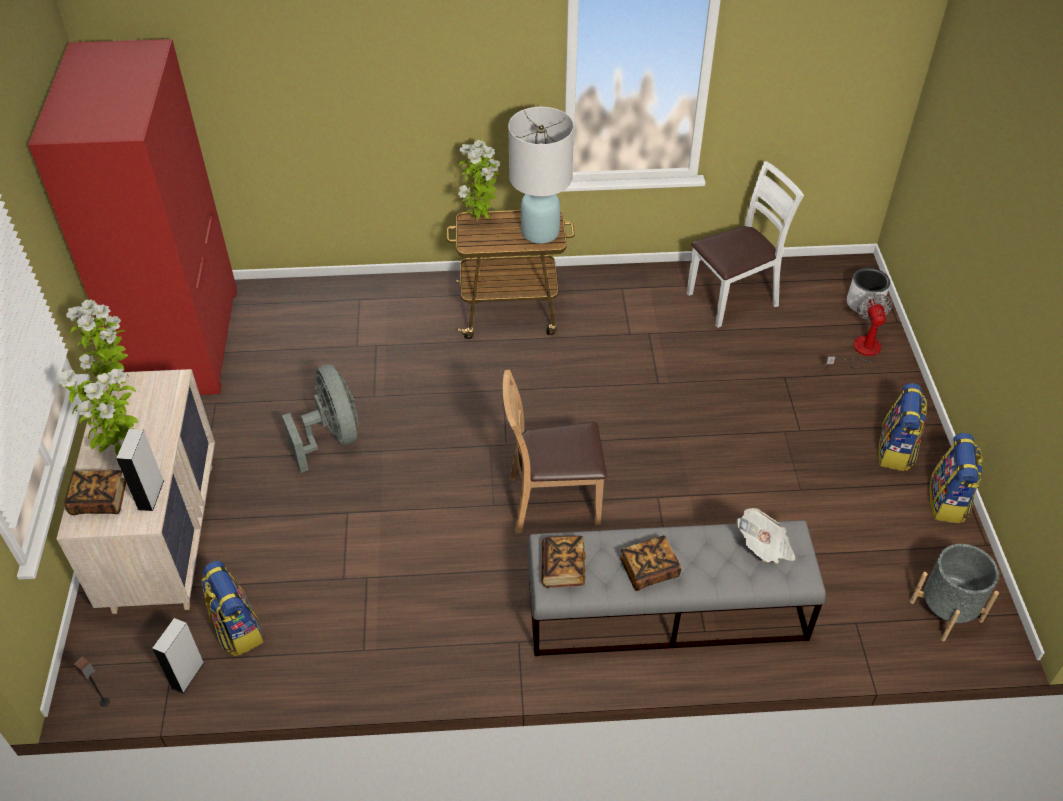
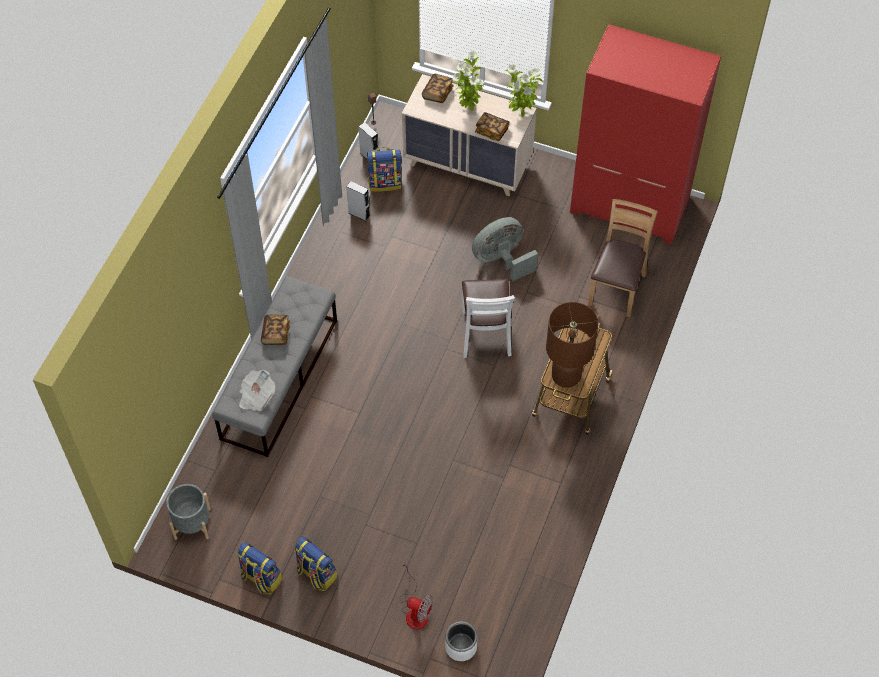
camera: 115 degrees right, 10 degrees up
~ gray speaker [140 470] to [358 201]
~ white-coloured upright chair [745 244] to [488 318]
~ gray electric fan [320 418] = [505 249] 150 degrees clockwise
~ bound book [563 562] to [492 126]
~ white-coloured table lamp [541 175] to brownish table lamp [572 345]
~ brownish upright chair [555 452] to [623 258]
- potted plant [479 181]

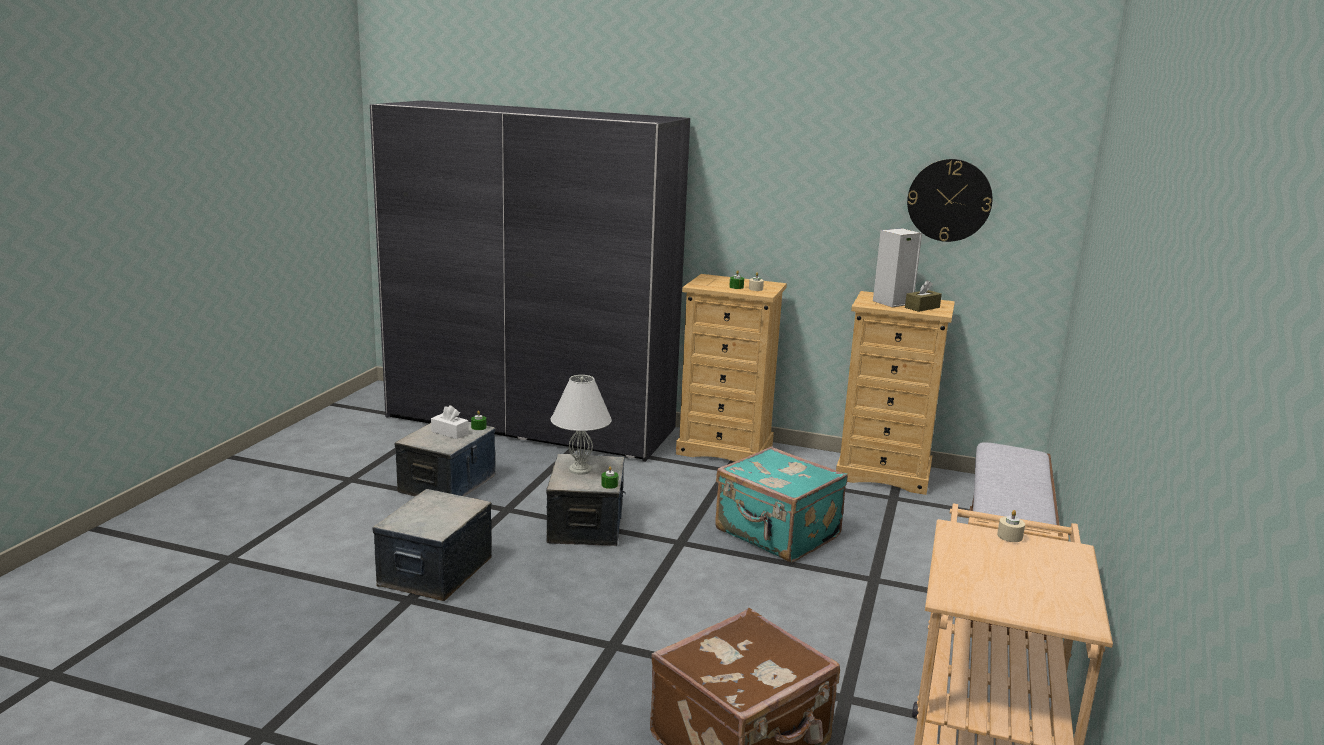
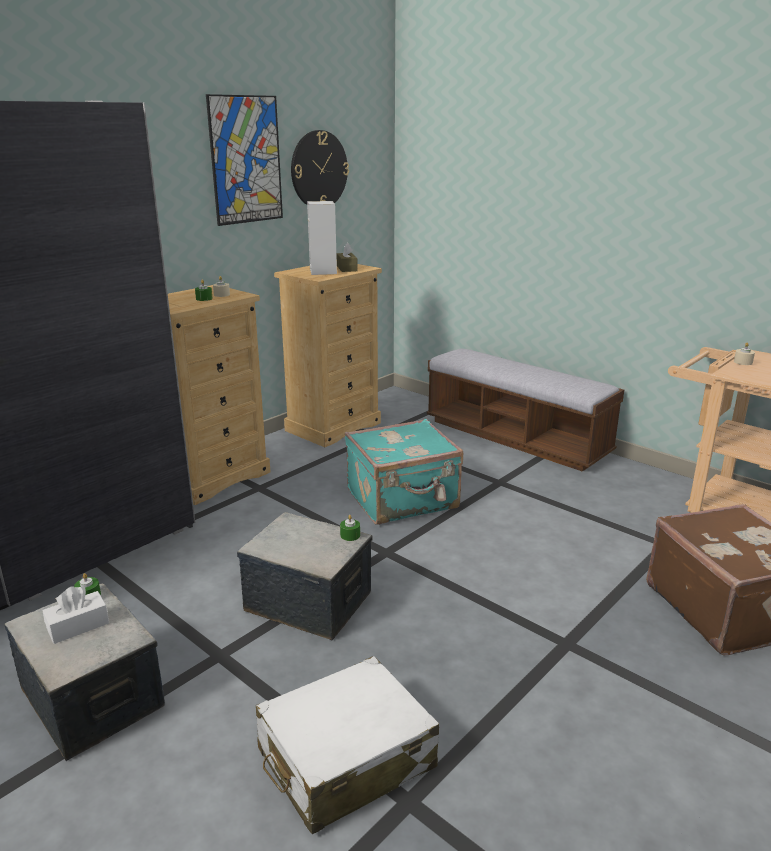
camera: 65 degrees left, 5 degrees up
+ picture [244 160]
~ storage container [432 545] to white-coloured suitcase [347 745]
- white-coloured table lamp [581 425]

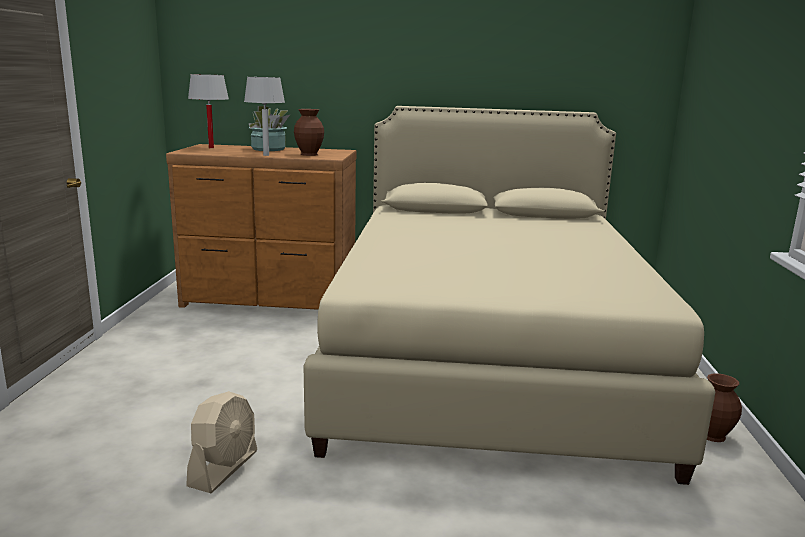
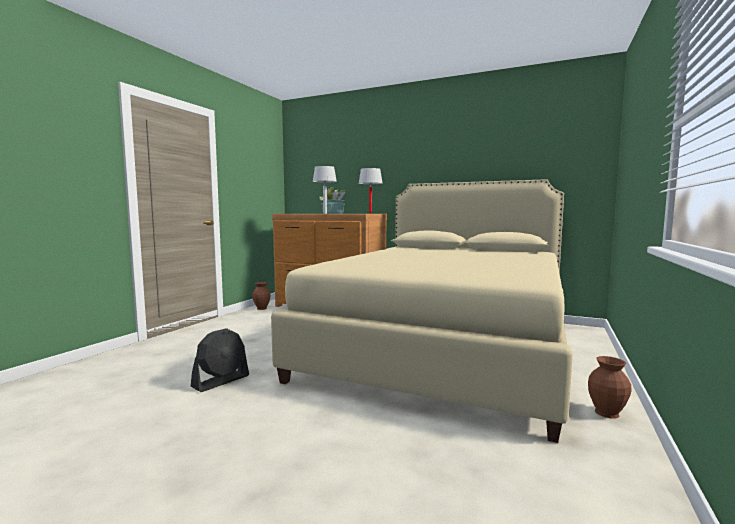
camera: 20 degrees right, 10 degrees down
~ sand-coloured electric fan [221 442] to blackish electric fan [220 360]
~ brownish flower vase [309 132] to [261 296]
~ white-coloured table lamp [208 111] to [371 191]

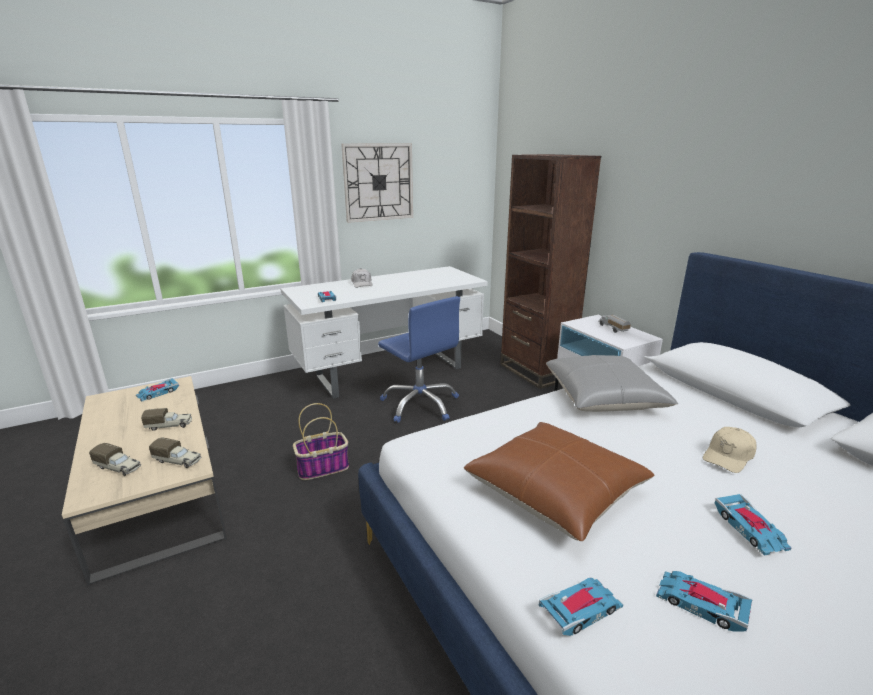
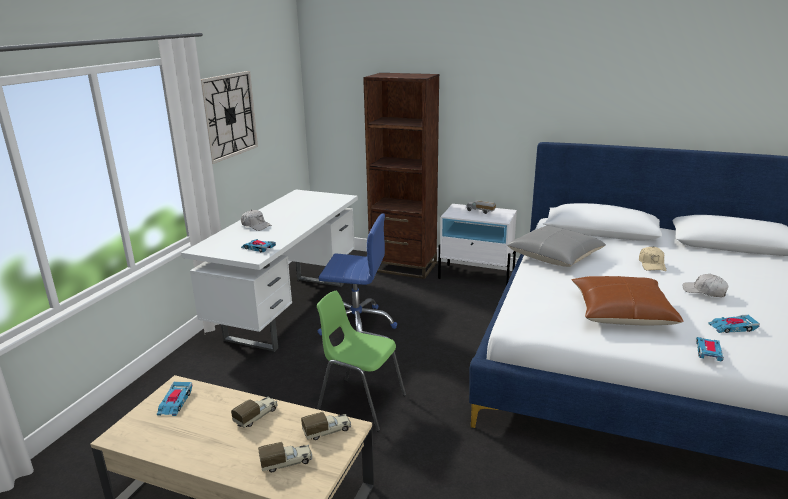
camera: 40 degrees left, 0 degrees up
~ household basket [321 441] to green-coloured upright chair [361 361]
~ model car [753 525] to white-coloured cap [705 285]

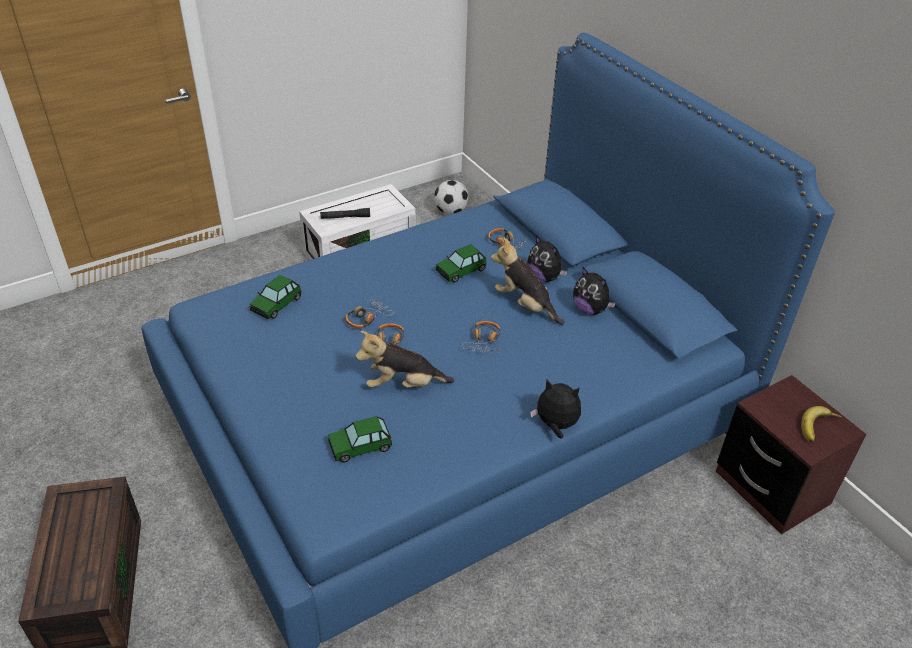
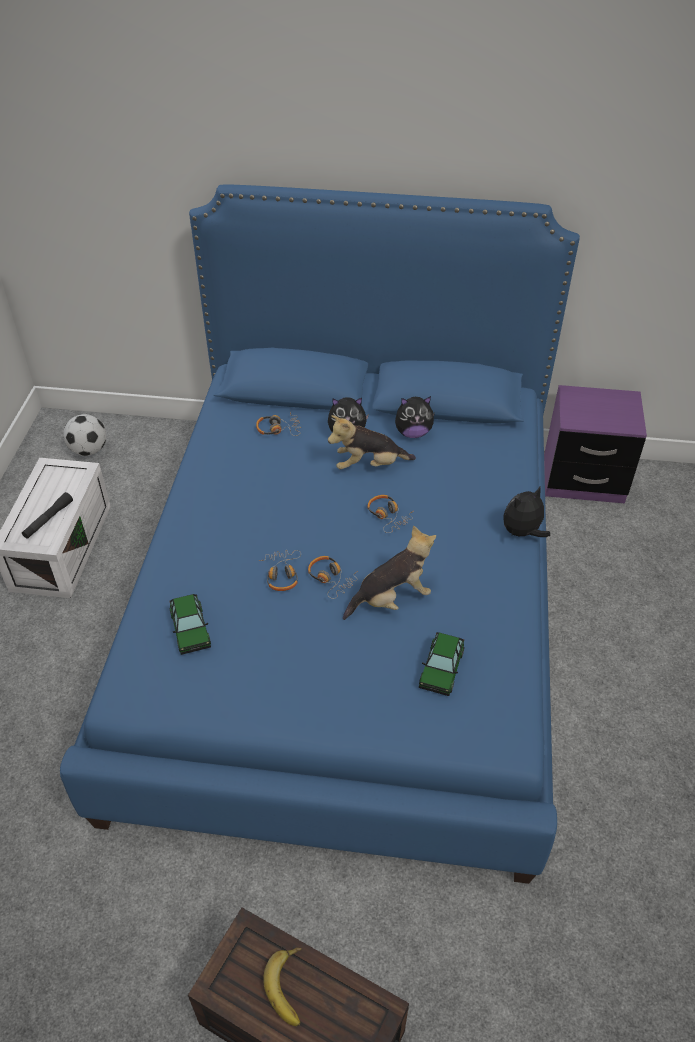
camera: 50 degrees left, 5 degrees up
~ banana fruit [821 424] to [282 987]
~ plush toy [404 359] = [389 572] 150 degrees counterclockwise
~ brownish nightstand [791 454] to purple-coloured nightstand [595 444]
- model car [461 263]

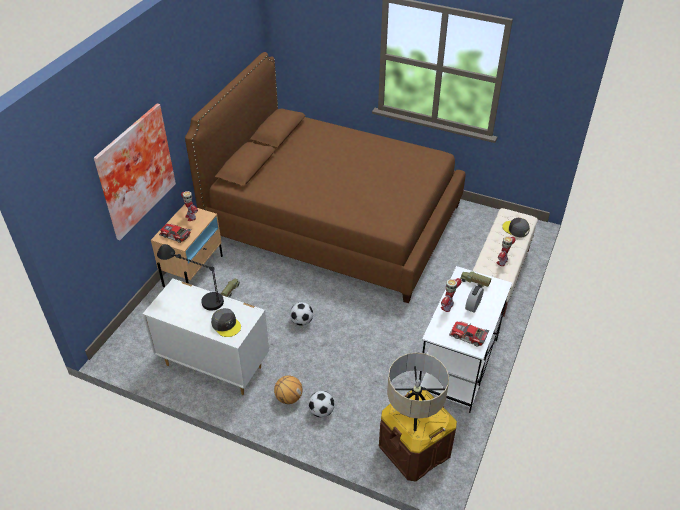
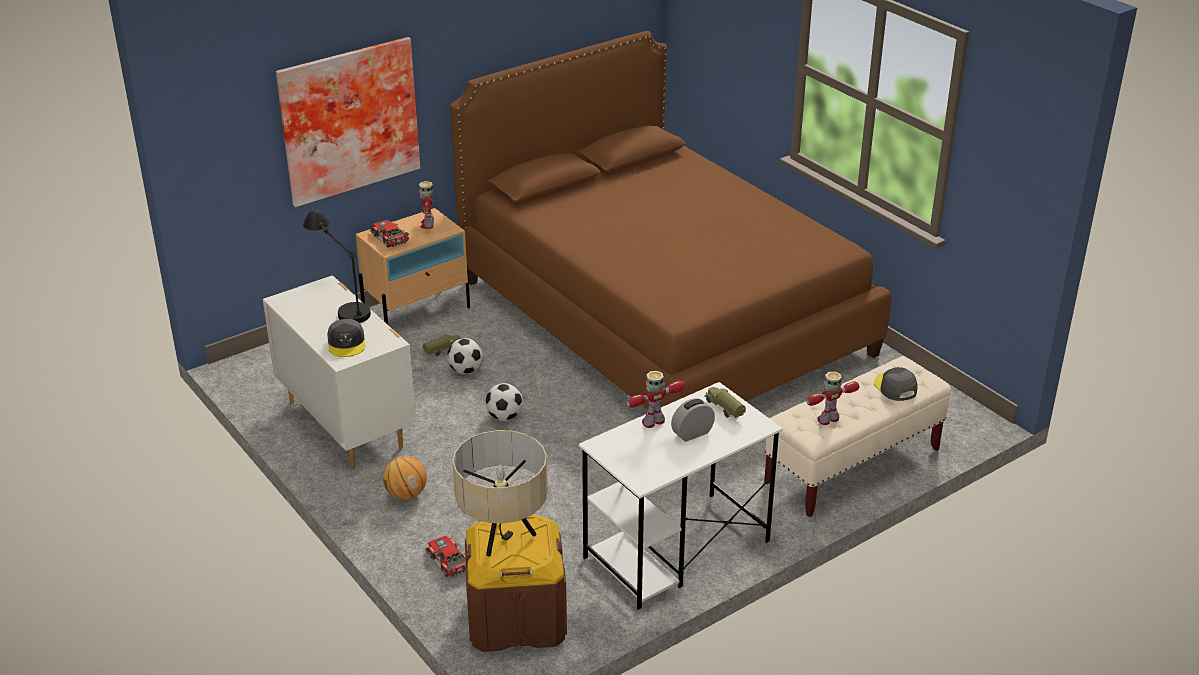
camera: 30 degrees right, 10 degrees down
~ model car [469 333] to [445 556]
~ football [321 404] to [465 356]

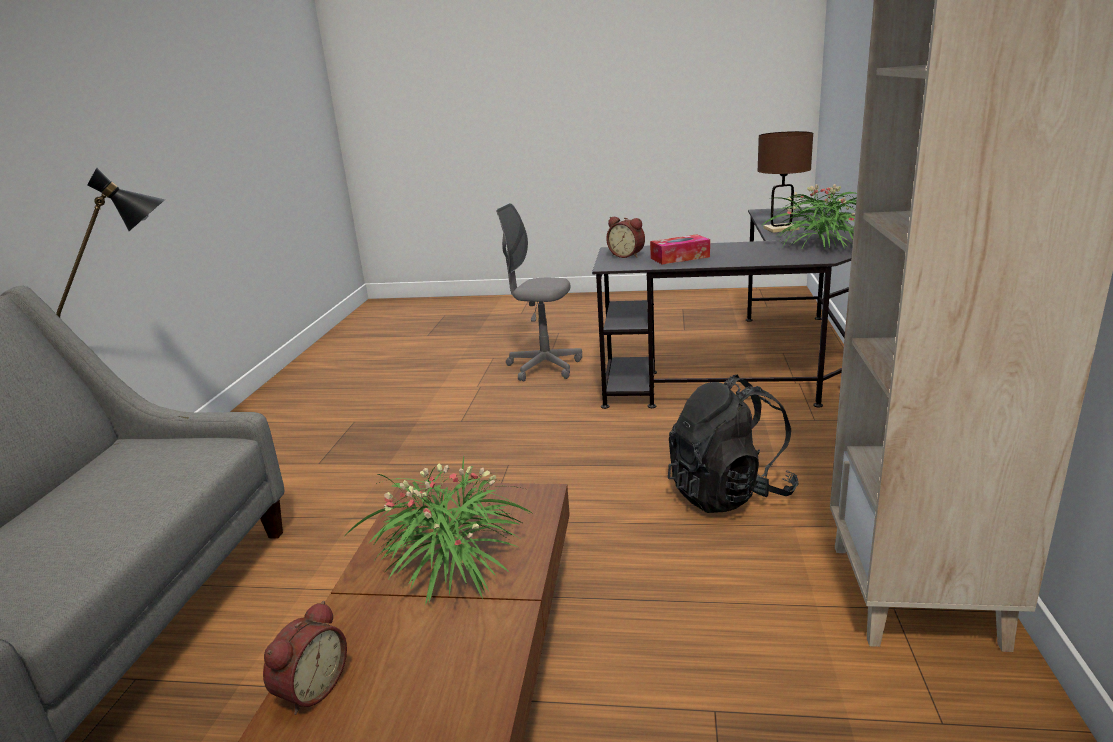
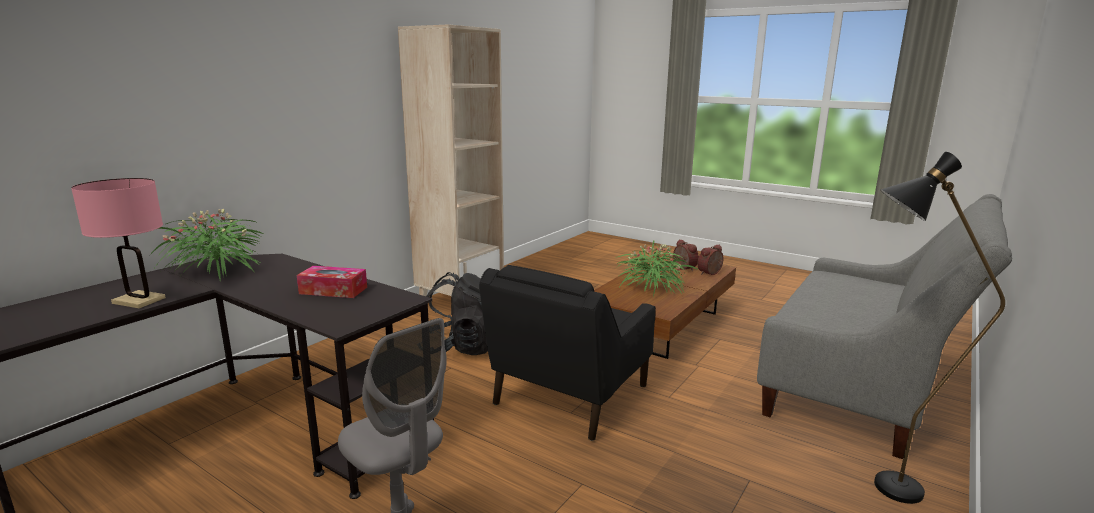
camera: 155 degrees left, 5 degrees down
~ brownish table lamp [785 182] to pink table lamp [118 243]
+ blackish lounge chair [567 353]
~ alarm clock [625 237] to [686 255]

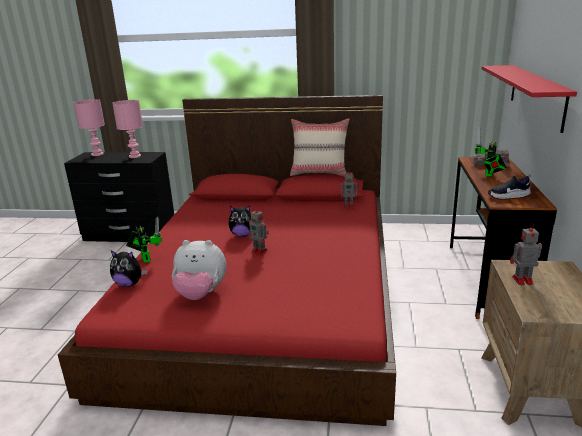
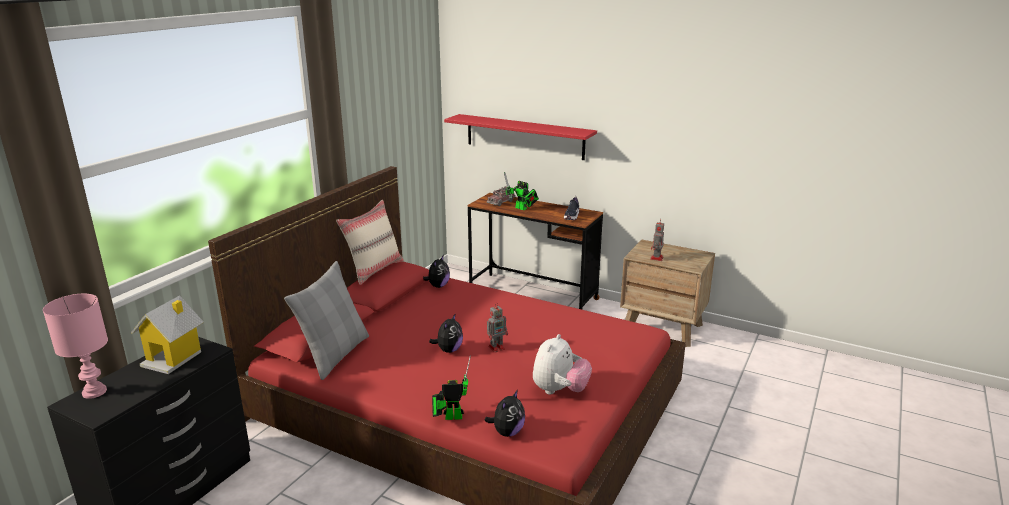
camera: 70 degrees left, 0 degrees up
~ pink table lamp [127 129] to model house [167 334]
+ gray throw pillow [326 320]
~ robot figure [349 190] to plush toy [436 271]

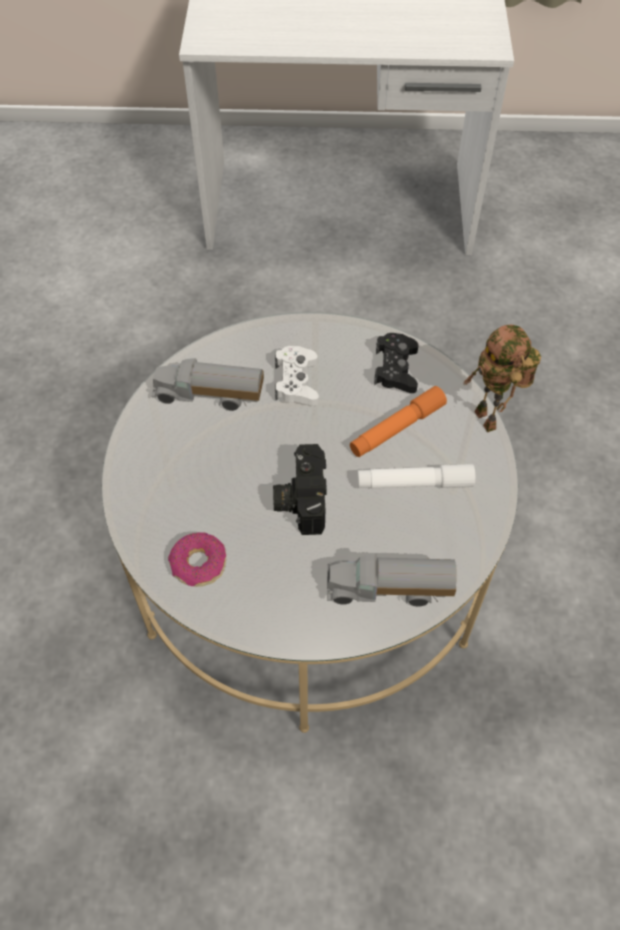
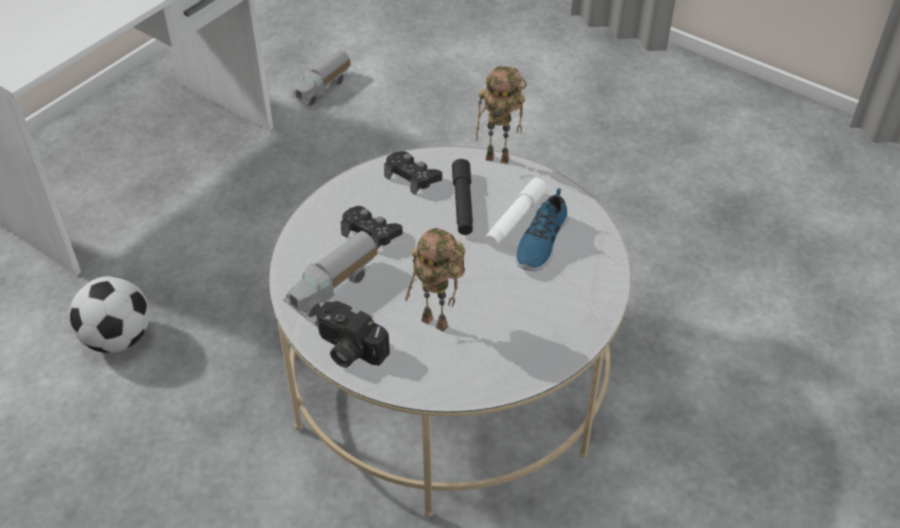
camera: 55 degrees left, 10 degrees down
+ football [109 314]
~ model truck [392 580] to [321 77]
~ photo camera [300 489] to [352 334]
~ white-coloured gamepad [297 376] to blackish gamepad [372 228]
+ robot figure [435 280]
~ orangey hand torch [398 421] to blackish hand torch [462 197]
+ shoe [541 229]
- donut [197 559]

